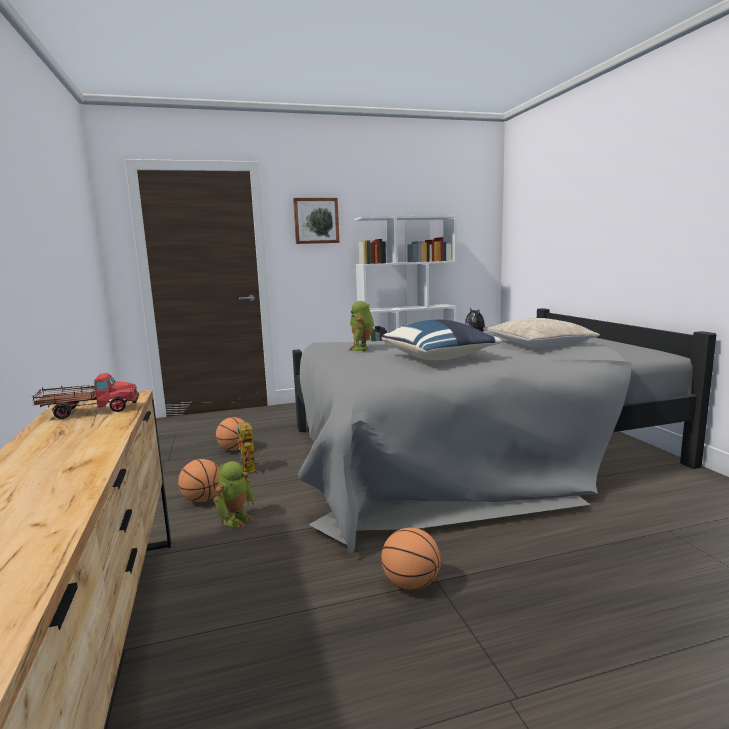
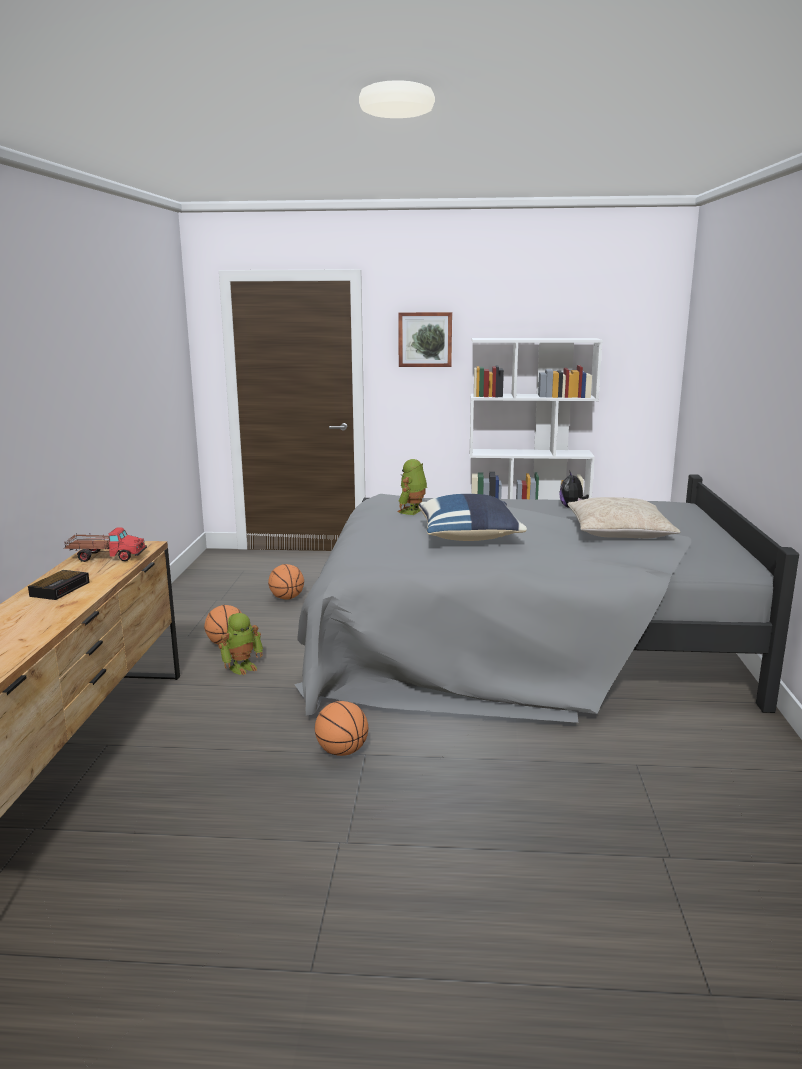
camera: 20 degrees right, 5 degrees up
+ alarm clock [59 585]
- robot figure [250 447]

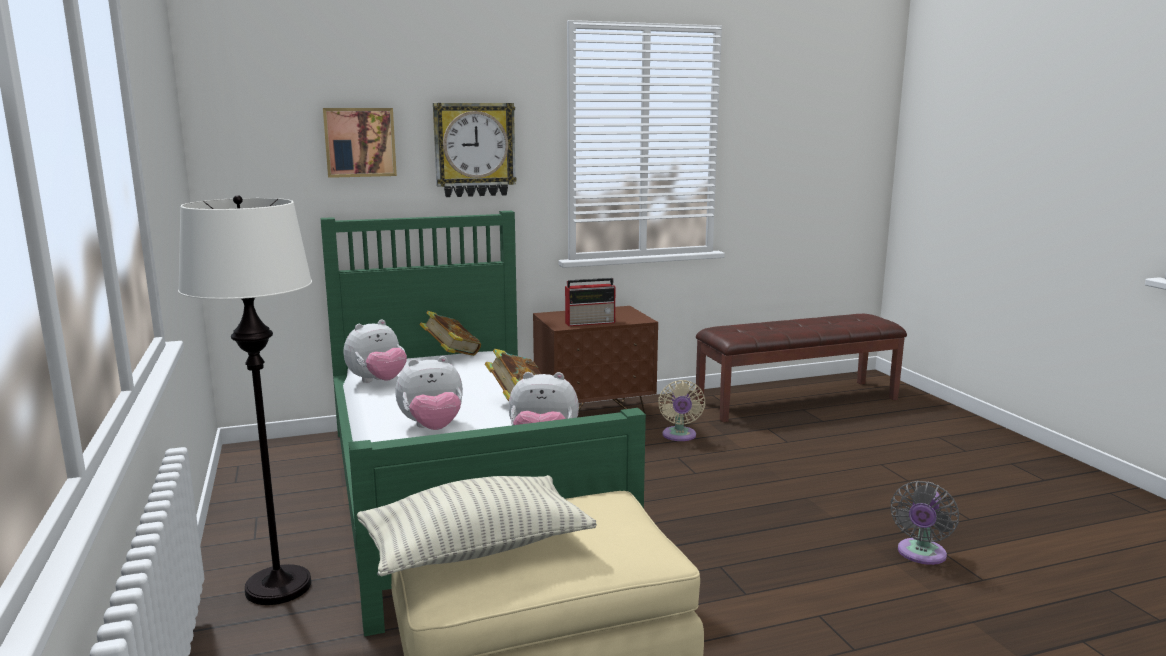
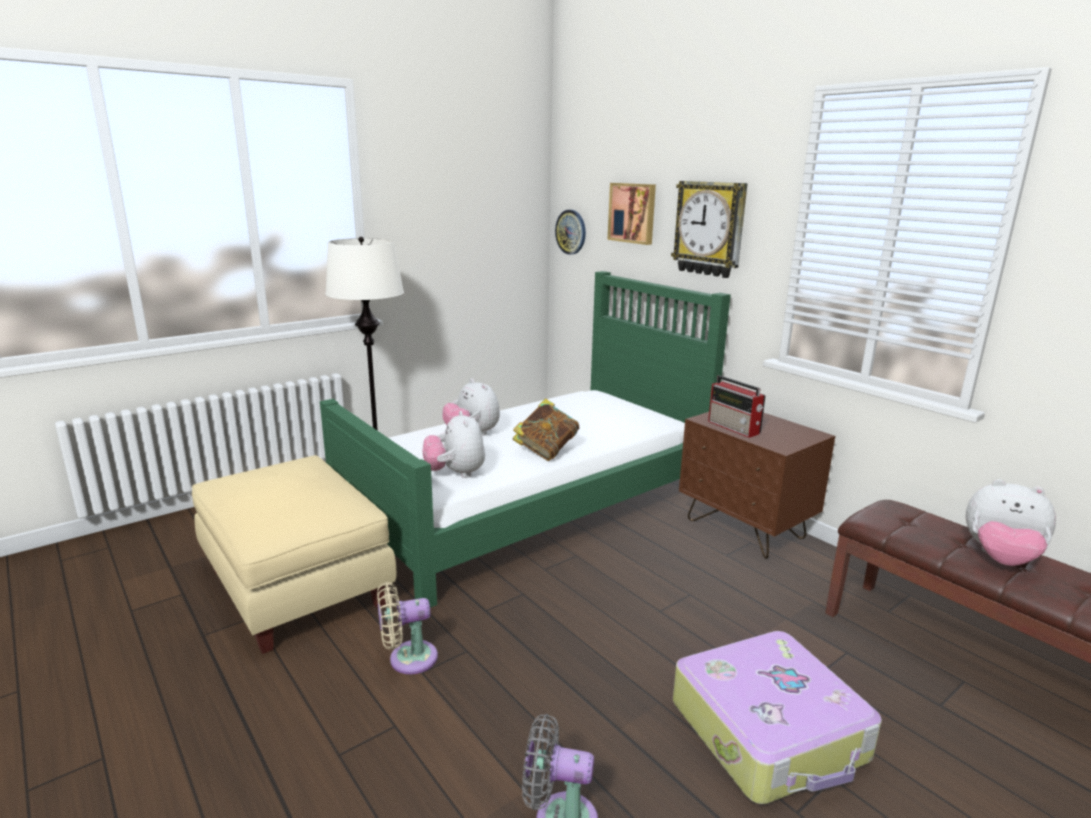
camera: 70 degrees right, 5 degrees up
~ sand-coloured electric fan [681 410] to [407 628]
+ clock on the wall [570 232]
+ suitcase [777 718]
~ plush toy [375 351] to [1011 522]
- throw pillow [477 525]
- bound book [450 333]

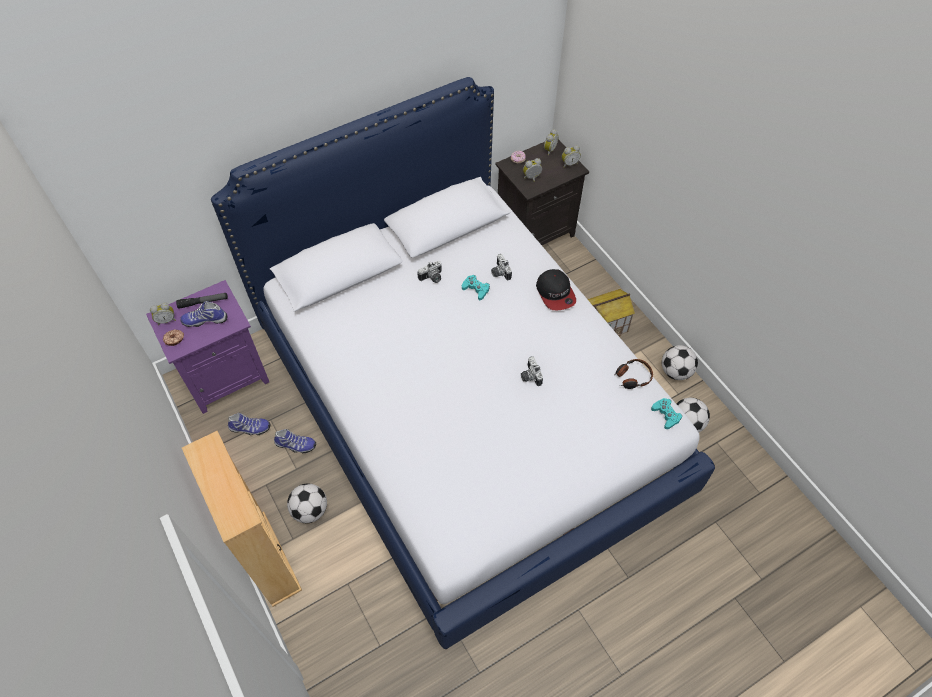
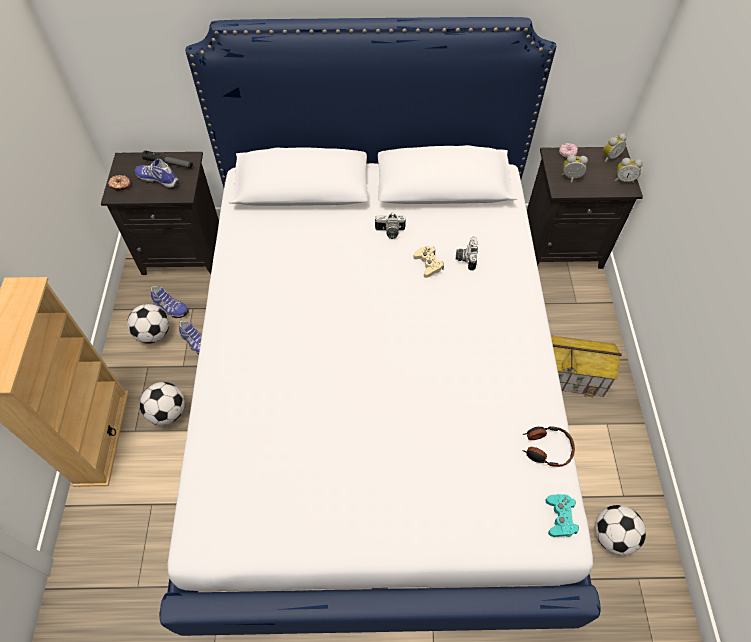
camera: 30 degrees right, 0 degrees up
~ purple-coloured nightstand [207 347] to blackish nightstand [160 213]
~ football [680 362] to [148 324]
~ turquoise gamepad [476 287] to sand-coloured gamepad [428 262]
- alarm clock [163 314]
- photo camera [532 371]
- cap [556 290]

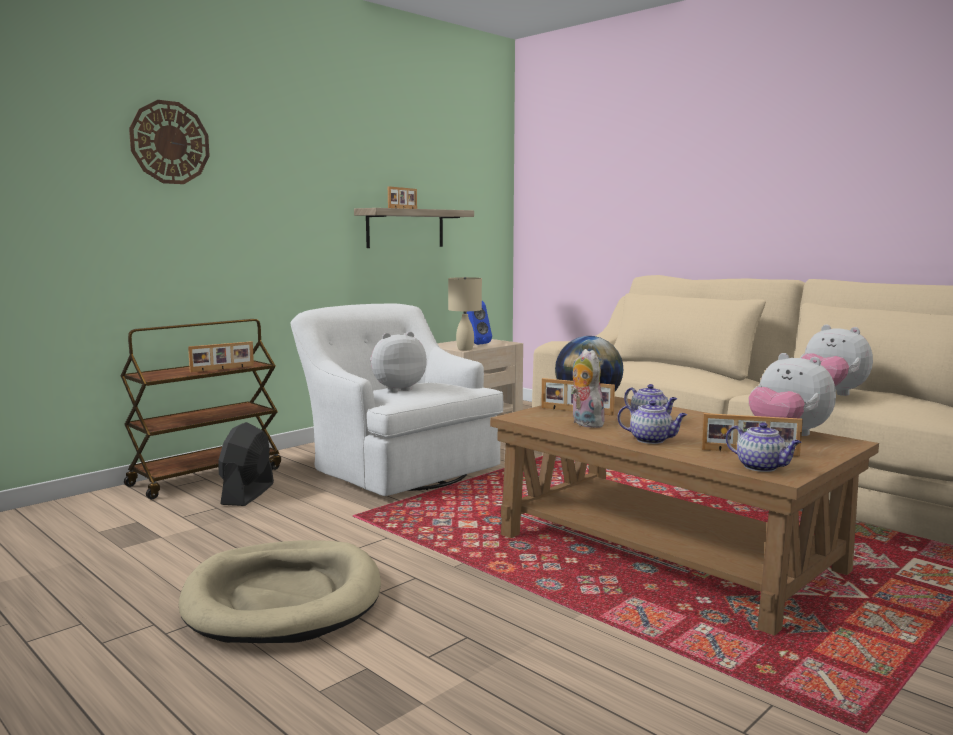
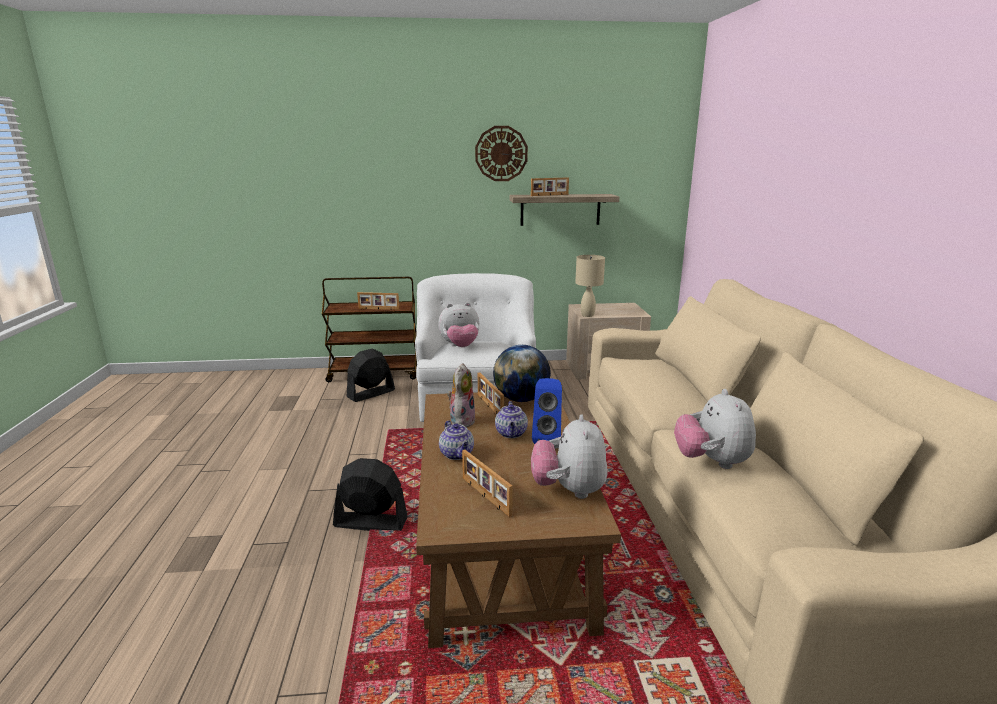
camera: 40 degrees right, 10 degrees up
+ blackish electric fan [370 494]
~ plush toy [398 362] = [458 324] 150 degrees clockwise
~ clock on the wall [169 142] to [501 153]
~ blue-coloured speaker [479 323] to [547 411]
- sand-coloured dog bed [280 591]
- tea pot [763 447]

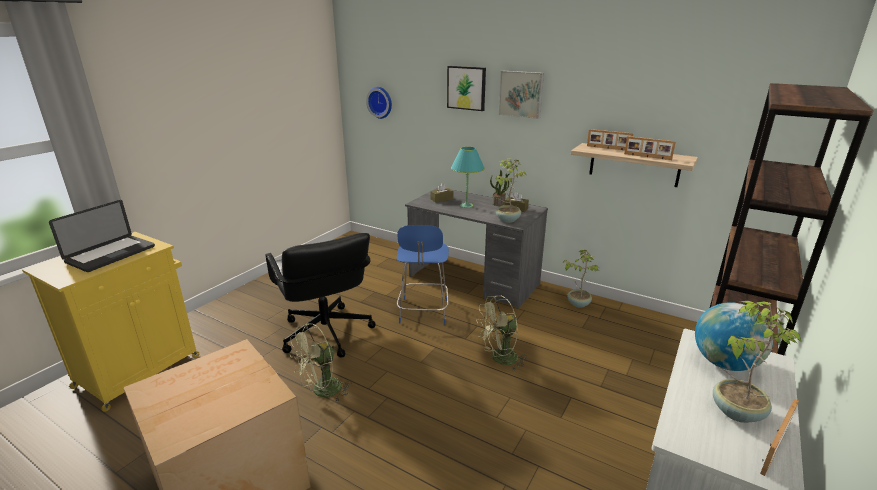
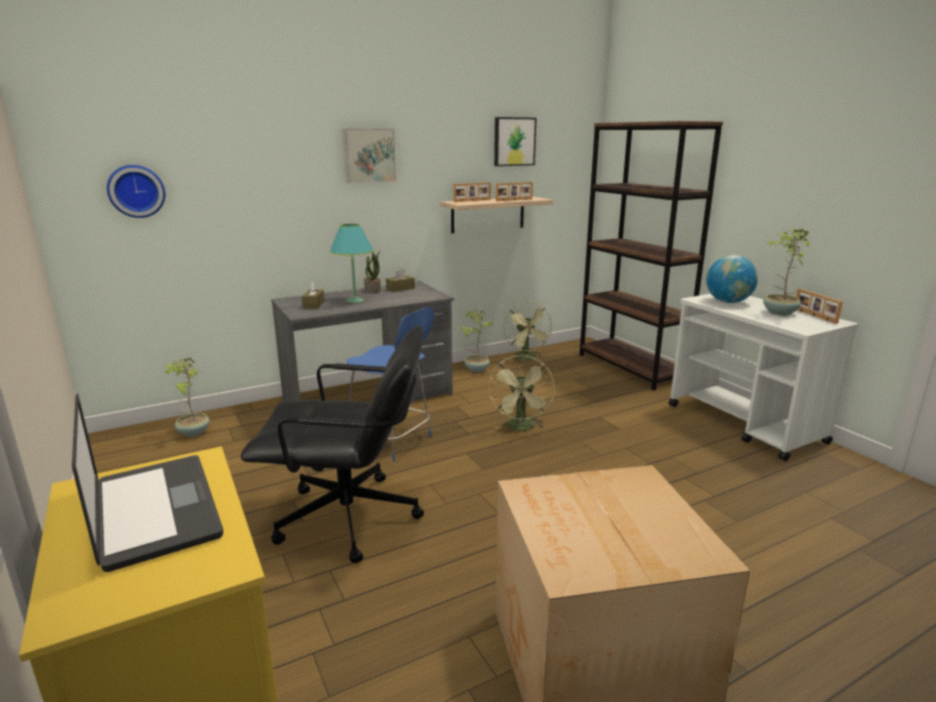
camera: 60 degrees left, 5 degrees down
~ potted plant [511 190] to [187 397]
~ picture [466 88] to [515 141]
~ green-coloured electric fan [320 363] to [528 331]

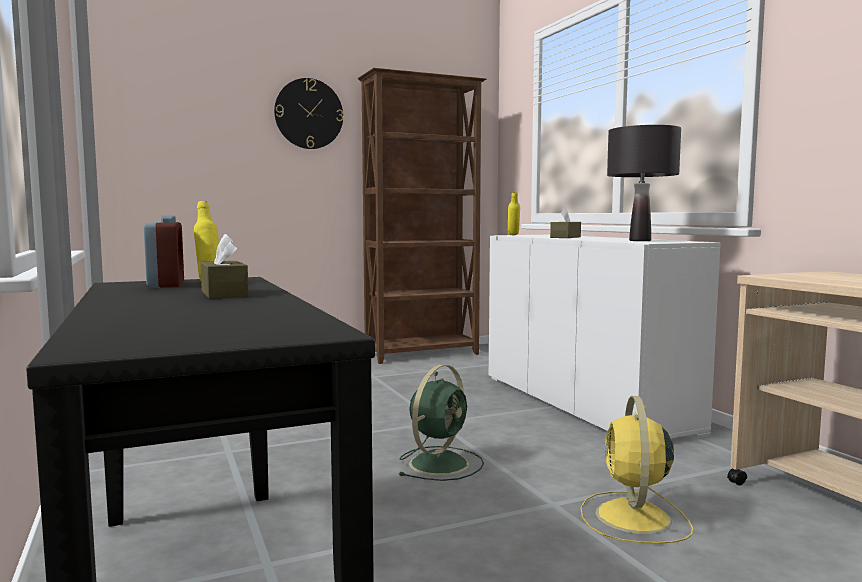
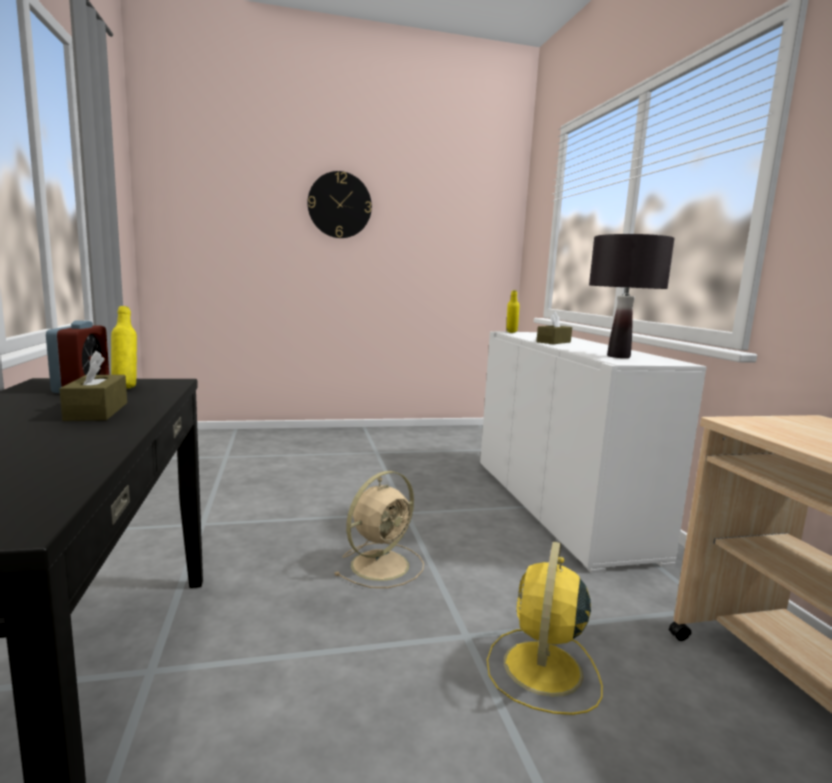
camera: 10 degrees right, 5 degrees up
~ green-coloured electric fan [441 422] to sand-coloured electric fan [379 529]
- brownish bookshelf [422 216]

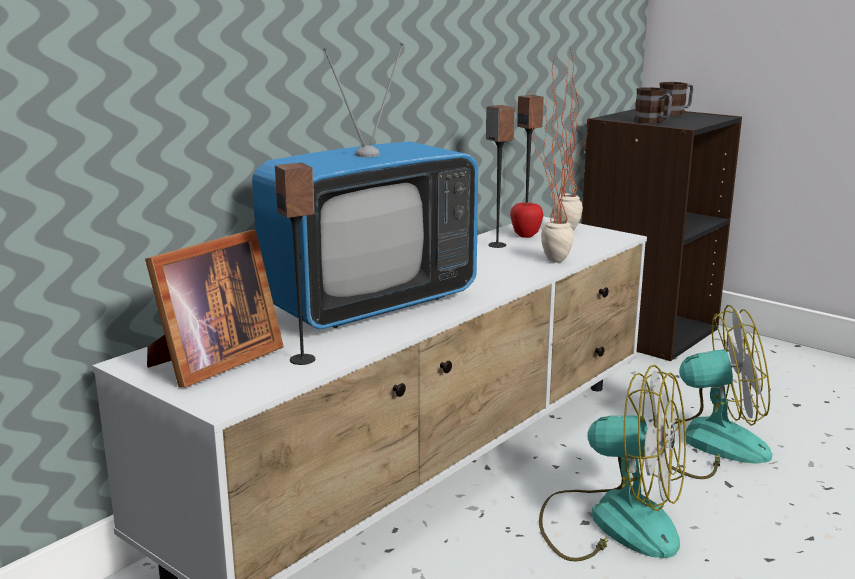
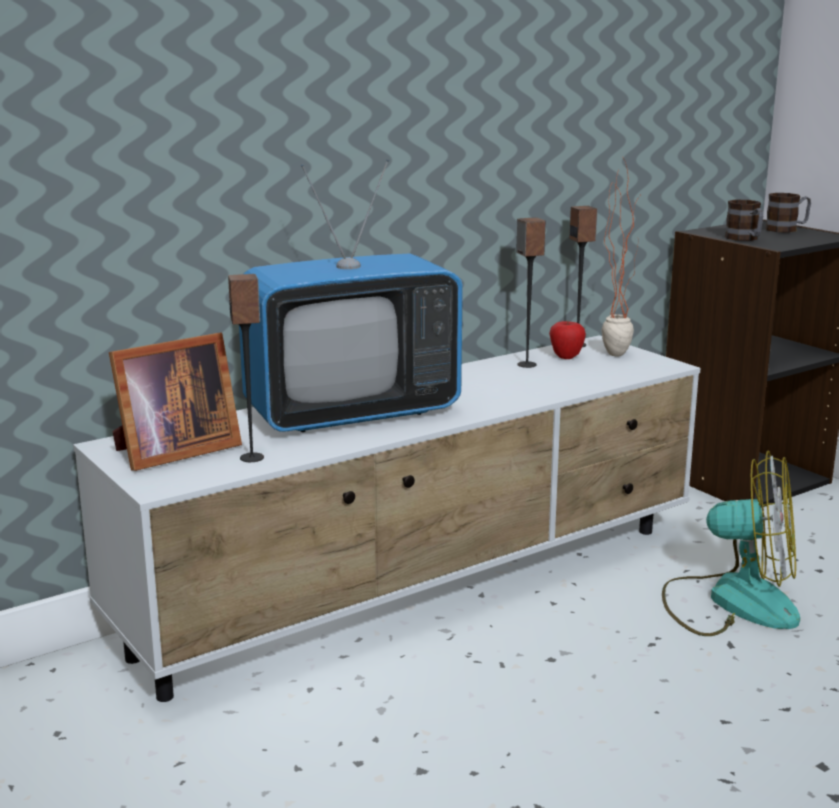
camera: 15 degrees right, 0 degrees up
- potted plant [554 162]
- electric fan [612 463]

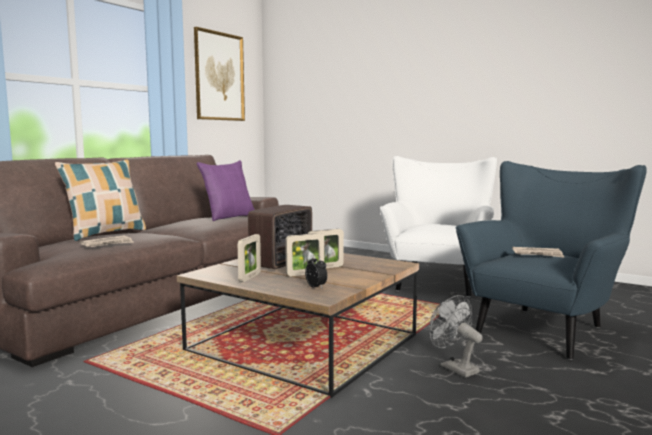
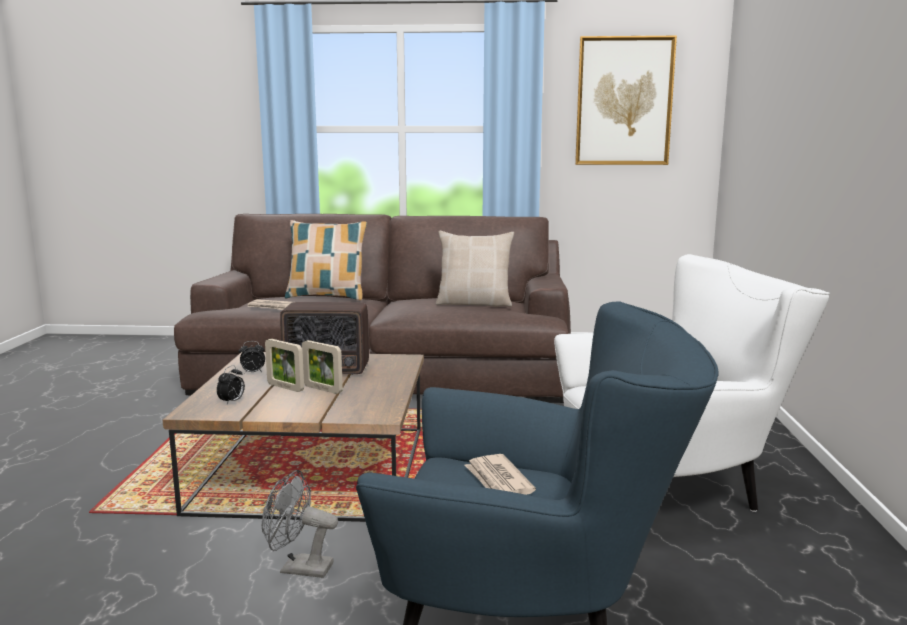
camera: 60 degrees right, 5 degrees up
~ picture frame [249 258] to alarm clock [251 357]
~ gray electric fan [456 336] = [300 524] 105 degrees counterclockwise
~ purple-coloured throw pillow [226 190] to sand-coloured throw pillow [475 269]

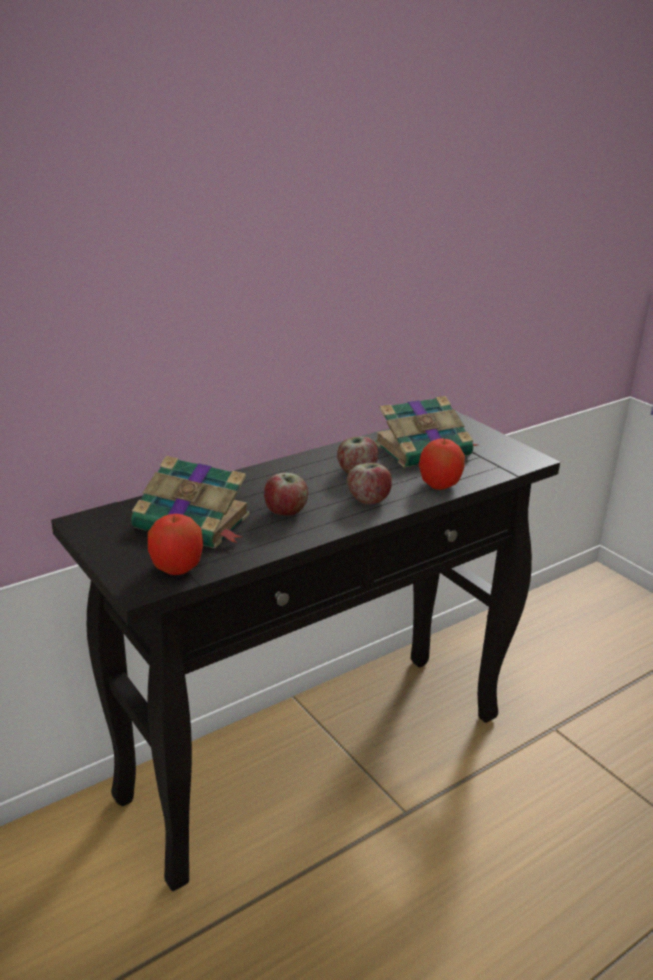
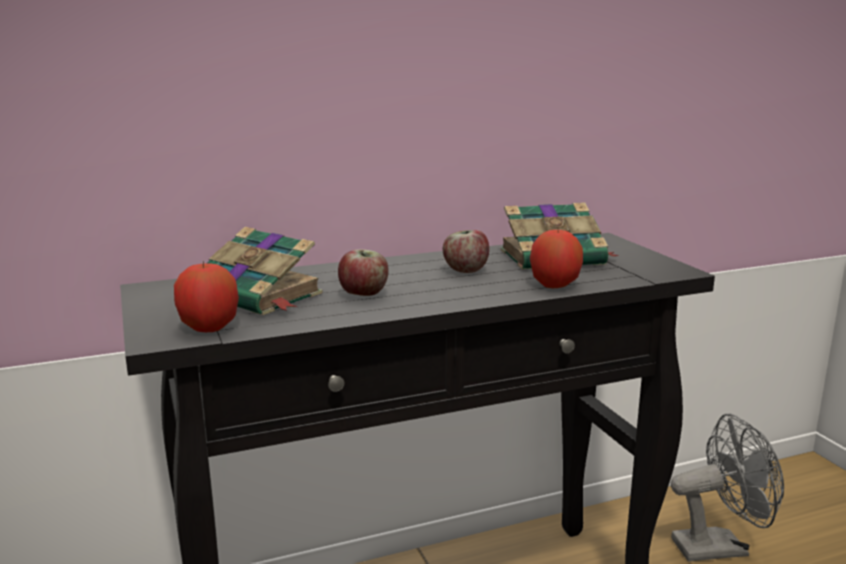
camera: 15 degrees right, 10 degrees down
+ gray electric fan [727 488]
- apple [369 484]

